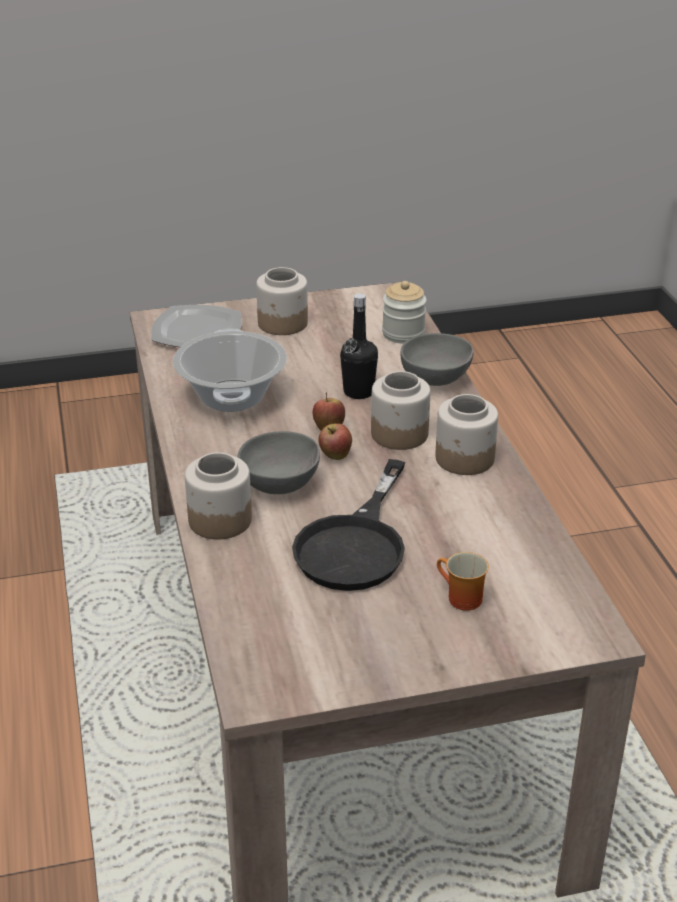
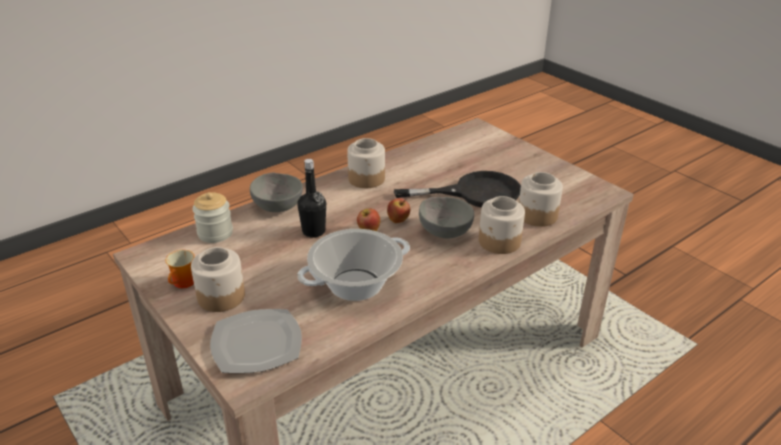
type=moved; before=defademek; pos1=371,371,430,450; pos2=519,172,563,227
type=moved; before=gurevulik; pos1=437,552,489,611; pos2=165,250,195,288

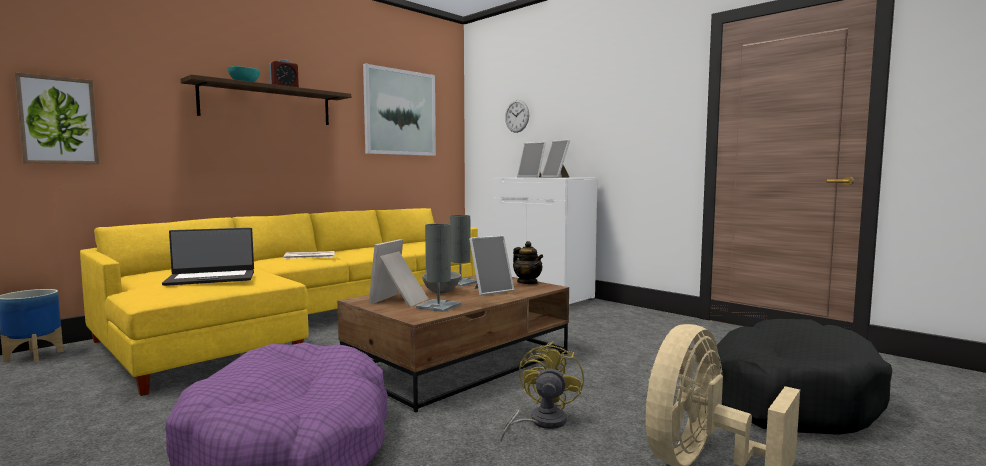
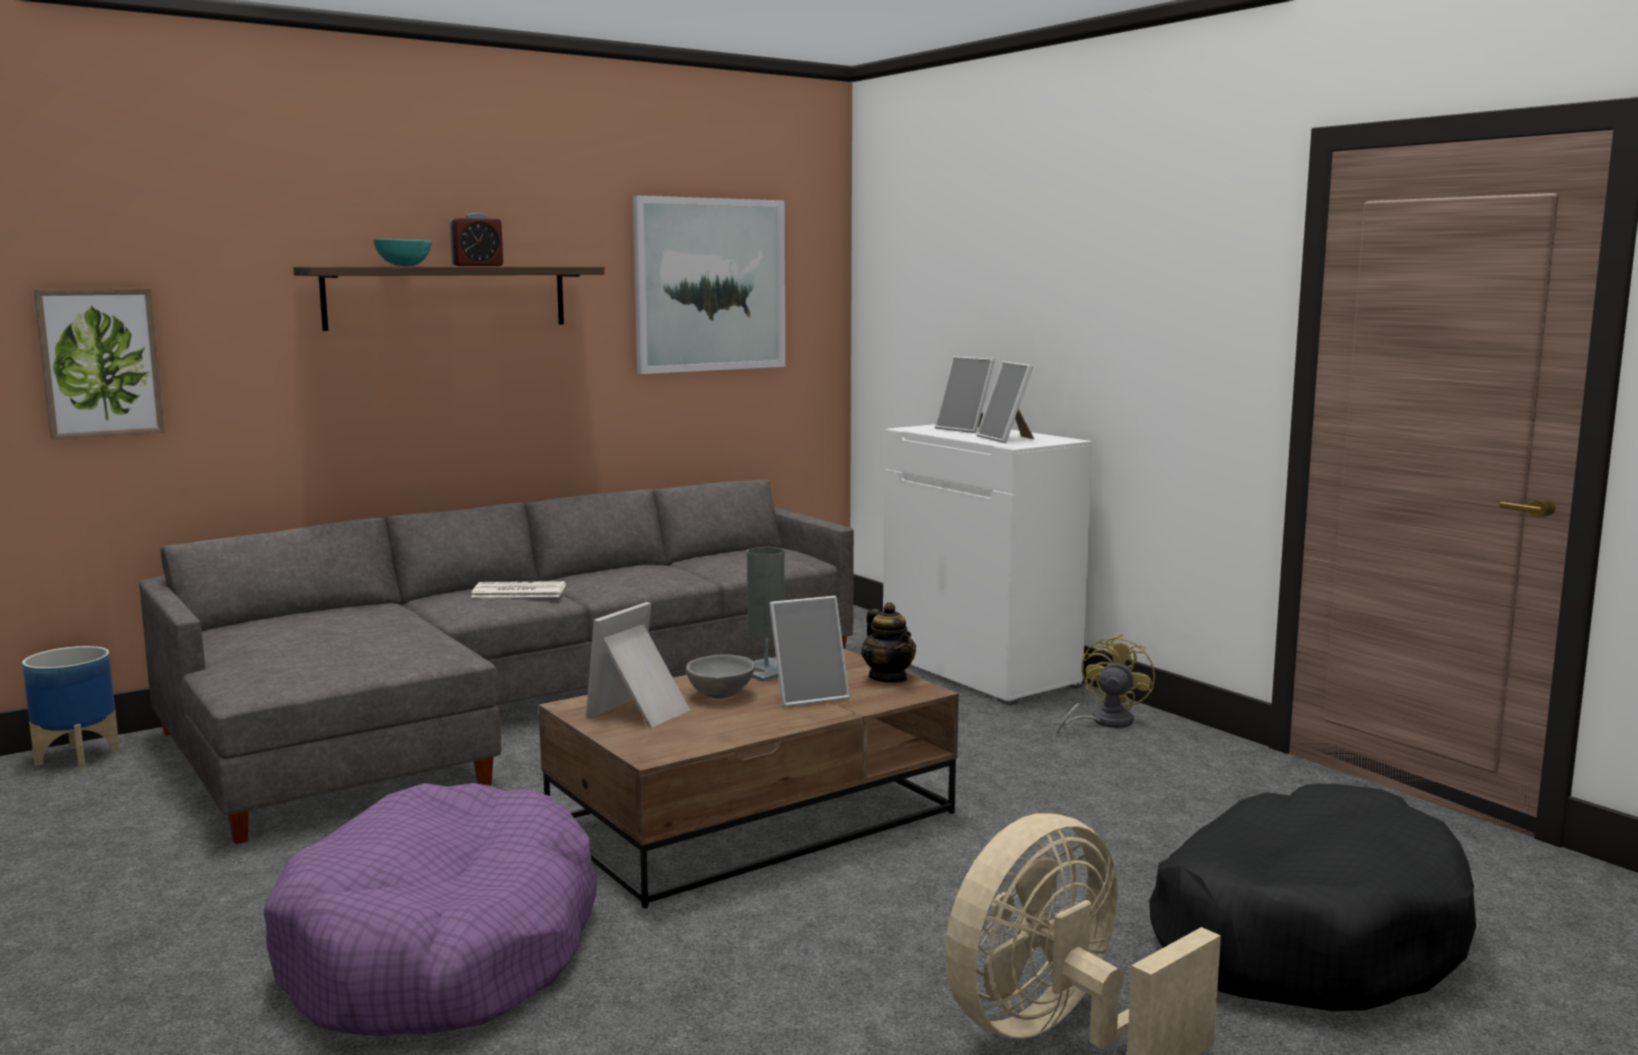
type=removed; before=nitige; pos1=162,228,254,286
type=removed; before=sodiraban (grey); pos1=416,224,461,312
type=removed; before=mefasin; pos1=505,100,529,133
type=moved; before=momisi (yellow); pos1=500,342,584,442; pos2=1058,634,1155,735
type=recoloured; before=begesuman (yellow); after=begesuman (grey); pos1=80,208,478,396; pos2=139,480,854,844

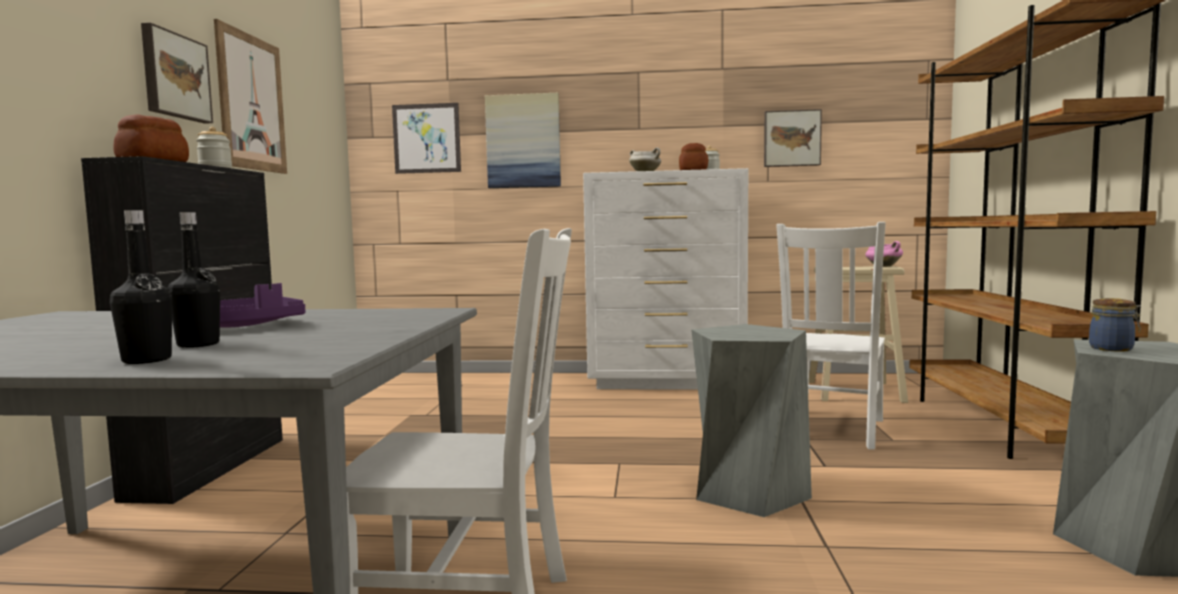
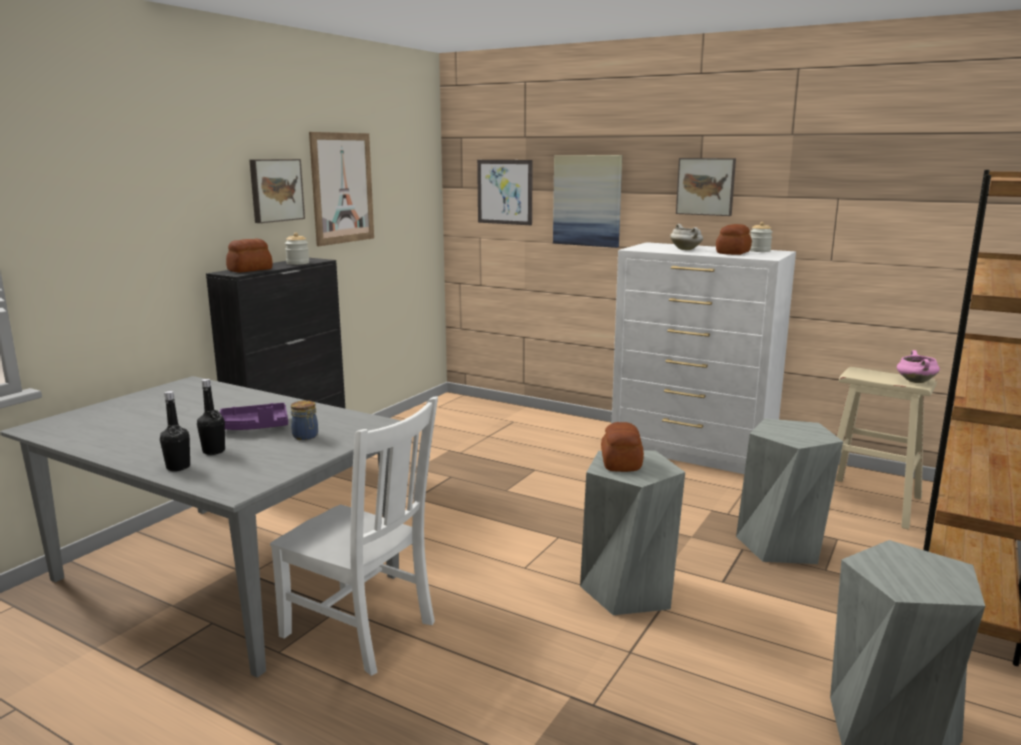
type=added; after=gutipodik; pos2=601,422,644,472
type=moved; before=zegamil; pos1=764,109,822,167; pos2=676,158,736,216
type=moved; before=defademek; pos1=1089,298,1141,352; pos2=291,400,318,440
type=replaced; before=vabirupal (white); after=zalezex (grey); pos1=776,222,886,450; pos2=736,419,843,564

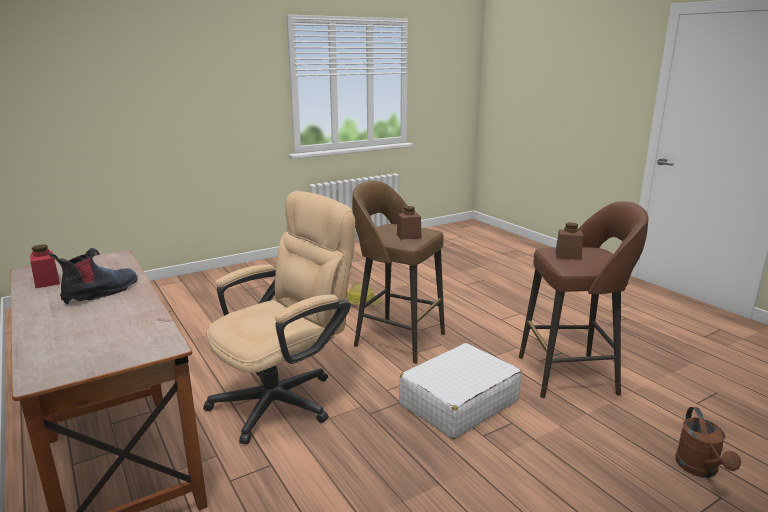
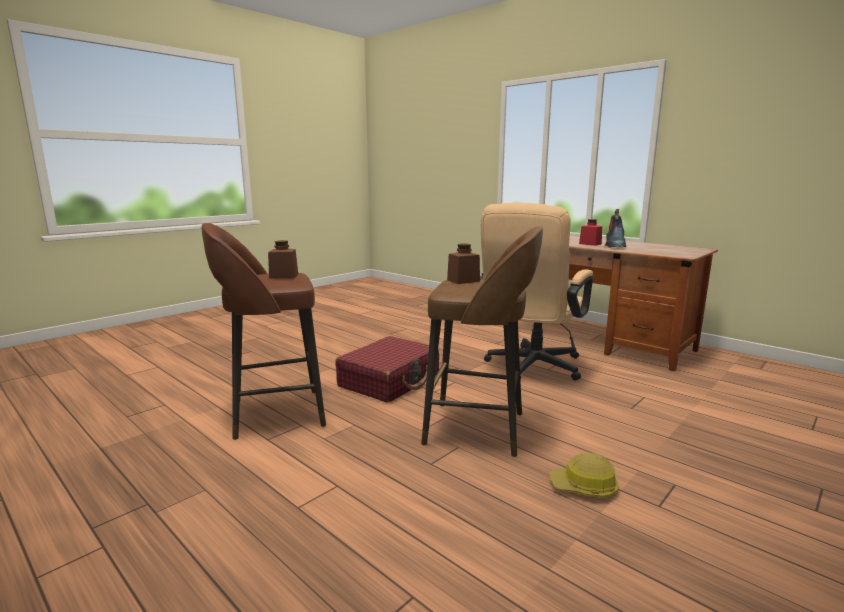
type=removed; before=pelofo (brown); pos1=675,407,741,478
type=moved; before=defademek (red); pos1=30,245,60,289; pos2=579,219,602,246
type=recoloured; before=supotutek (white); after=supotutek (red); pos1=399,343,522,439; pos2=336,336,439,403

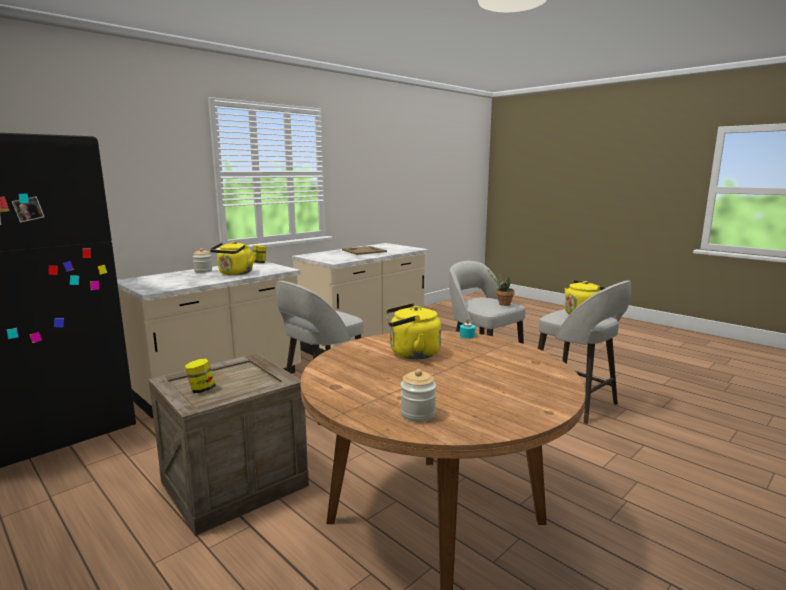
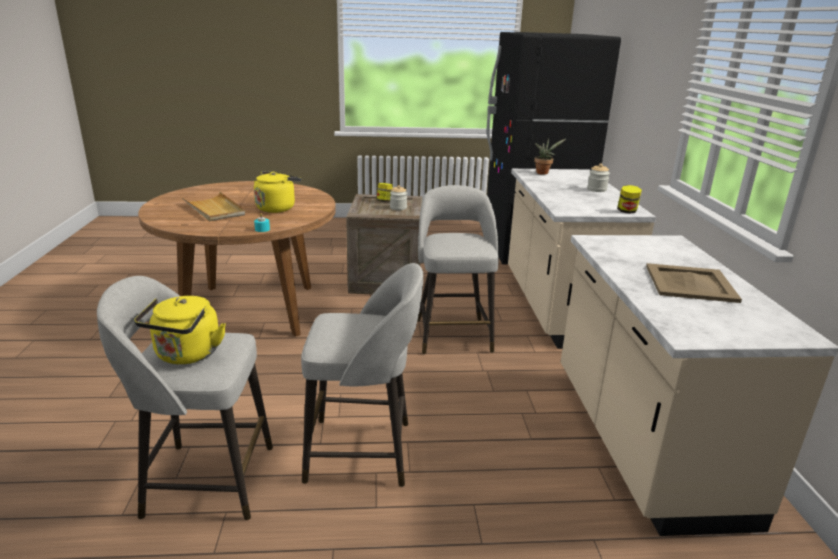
type=removed; before=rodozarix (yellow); pos1=210,241,255,275
type=added; after=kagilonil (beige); pos2=181,192,245,221
type=moved; before=defademek; pos1=400,369,436,422; pos2=390,185,407,210
type=moved; before=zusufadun; pos1=487,269,515,306; pos2=534,138,566,175

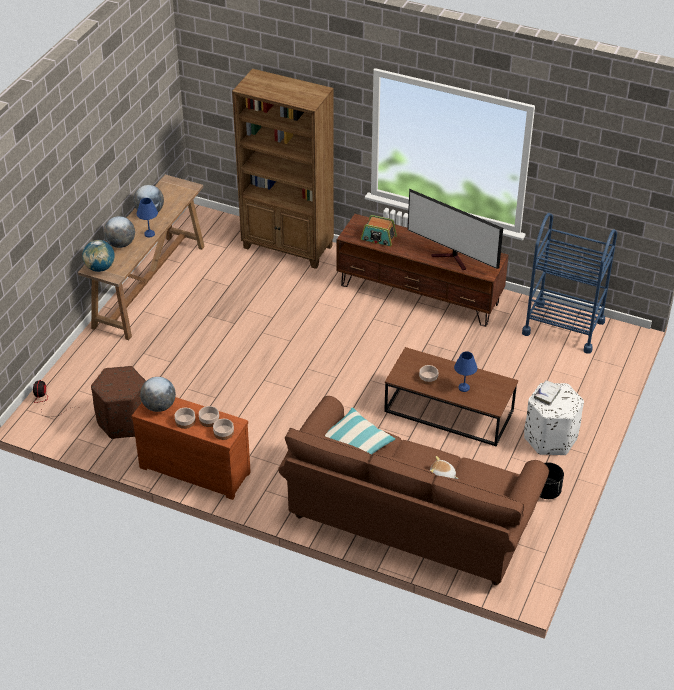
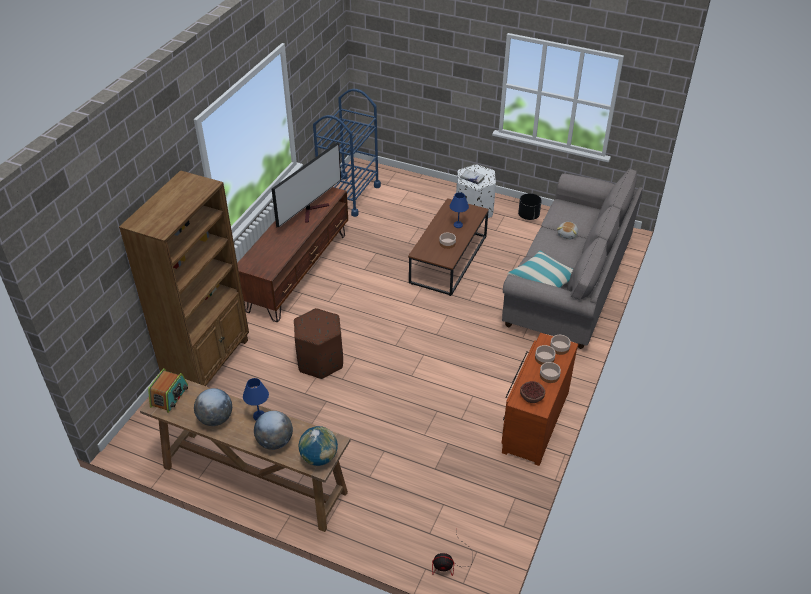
type=moved; before=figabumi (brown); pos1=91,366,146,439; pos2=294,308,343,379
type=moved; before=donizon; pos1=361,215,397,246; pos2=148,369,188,413
type=replaced; before=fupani; after=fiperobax; pos1=140,377,176,412; pos2=520,381,545,403
type=recoloured; before=begesuman (brown); after=begesuman (grey); pos1=278,396,549,585; pos2=502,169,643,349

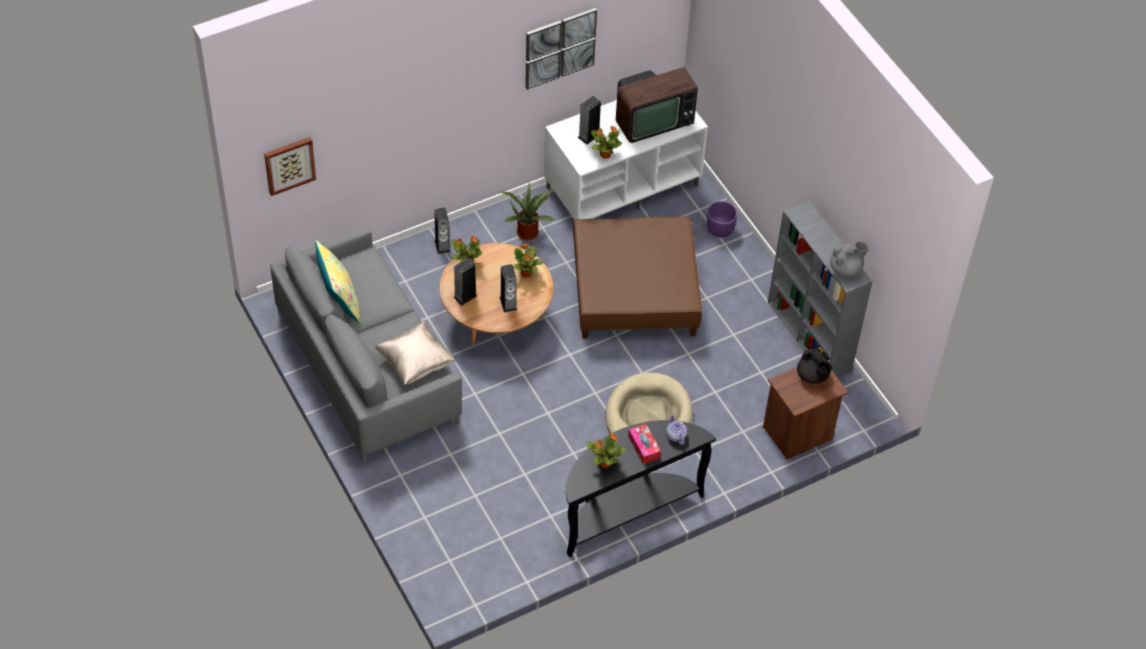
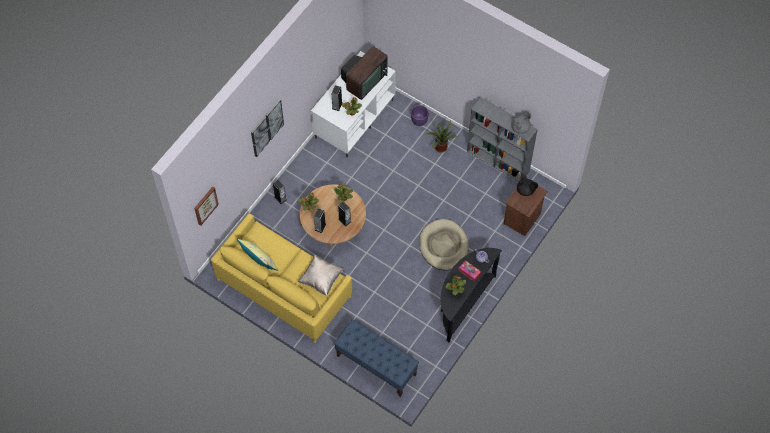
type=removed; before=figabumi (brown); pos1=573,217,702,339
type=added; after=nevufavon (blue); pos2=334,319,419,397
type=moved; before=zusufadun; pos1=499,183,555,241; pos2=425,120,457,153
type=moved; before=zegamil; pos1=525,8,597,90; pos2=251,99,284,157
type=recoloured; before=begesuman (grey); after=begesuman (yellow); pos1=270,227,462,464; pos2=211,214,352,343

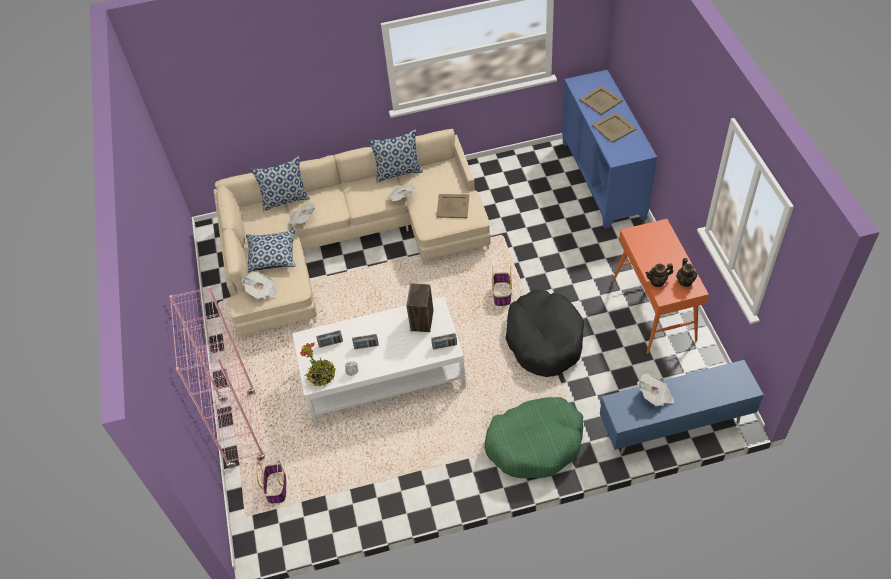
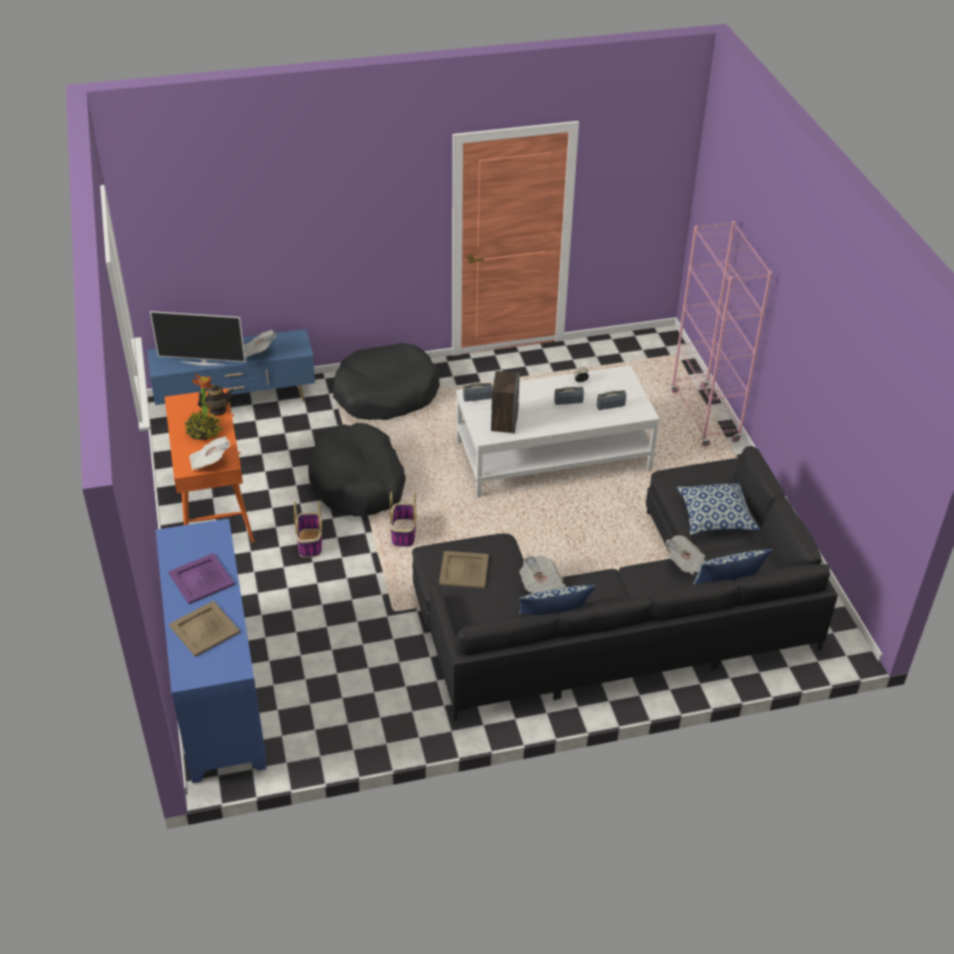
type=removed; before=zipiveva; pos1=676,258,697,287
type=added; after=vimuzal; pos2=150,311,246,366
type=moved; before=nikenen; pos1=242,272,278,299; pos2=189,436,230,470
type=moved; before=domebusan; pos1=256,461,286,504; pos2=294,500,322,558
type=moved; before=zusufadun; pos1=300,342,335,387; pos2=185,374,223,440
type=recoloured; before=begesuman (beige); after=begesuman (black); pos1=214,129,491,341; pos2=412,446,838,720
type=recoloured; before=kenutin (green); after=kenutin (black); pos1=484,397,583,478; pos2=333,343,440,420
type=recoloured; before=kagilonil (beige); after=kagilonil (purple); pos1=592,112,636,143; pos2=168,553,235,604

